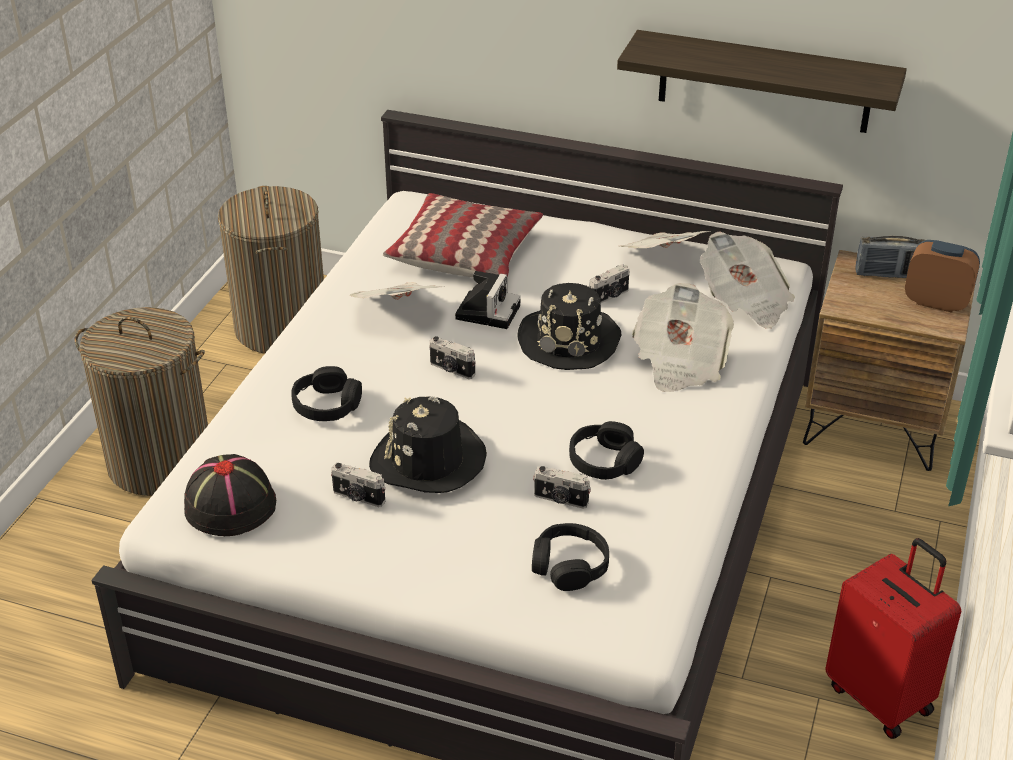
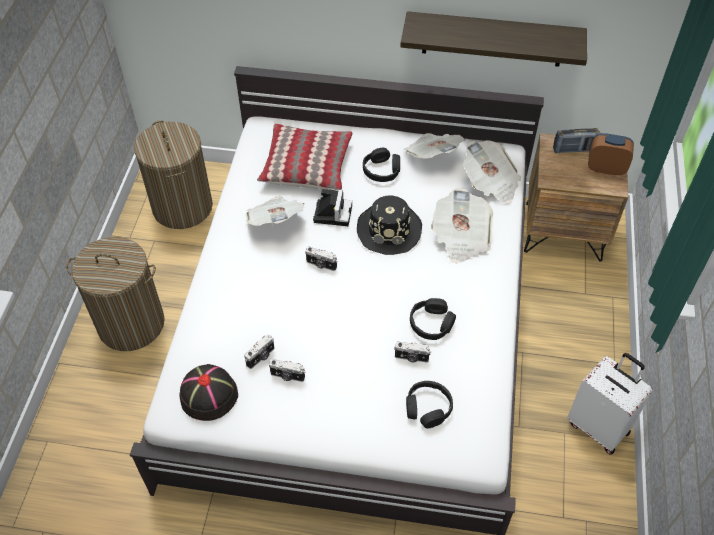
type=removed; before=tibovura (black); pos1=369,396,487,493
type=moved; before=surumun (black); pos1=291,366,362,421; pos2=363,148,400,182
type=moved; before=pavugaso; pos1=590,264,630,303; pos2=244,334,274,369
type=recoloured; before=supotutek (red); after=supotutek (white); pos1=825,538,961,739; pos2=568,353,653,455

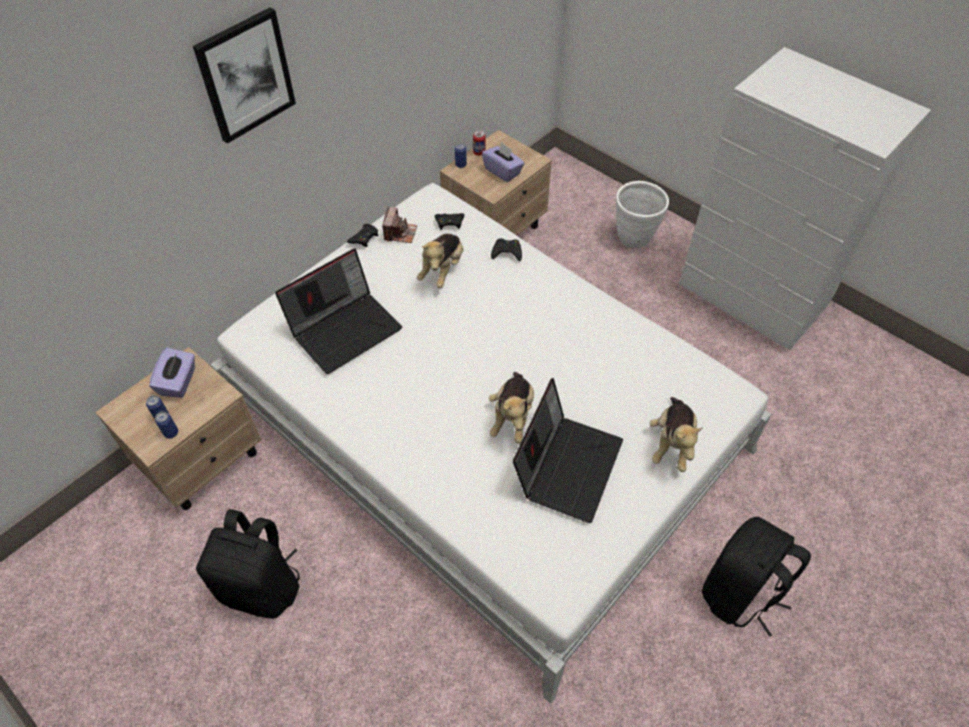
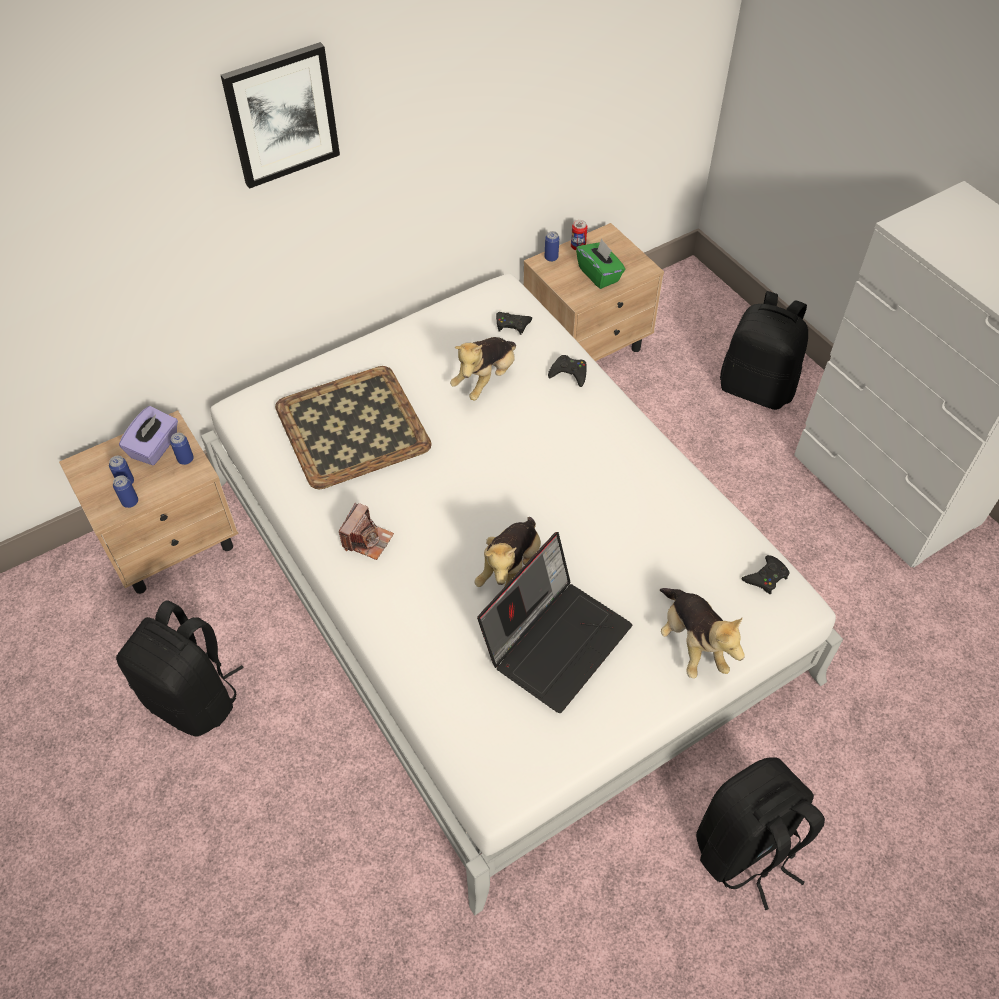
type=added; after=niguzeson; pos2=170,433,194,465
type=moved; before=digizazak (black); pos1=347,224,379,247; pos2=742,555,790,594
type=moved; before=pavugaso; pos1=382,207,417,243; pos2=339,503,394,560
type=replaced; before=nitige; after=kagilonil; pos1=275,249,402,374; pos2=275,366,432,489
type=replaced; before=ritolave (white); after=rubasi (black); pos1=616,181,669,248; pos2=720,291,808,410
type=recoloured; before=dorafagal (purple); after=dorafagal (green); pos1=482,142,525,182; pos2=576,238,626,289
type=turned; before=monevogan; pos1=650,397,703,472; pos2=660,588,745,679; turn=-45

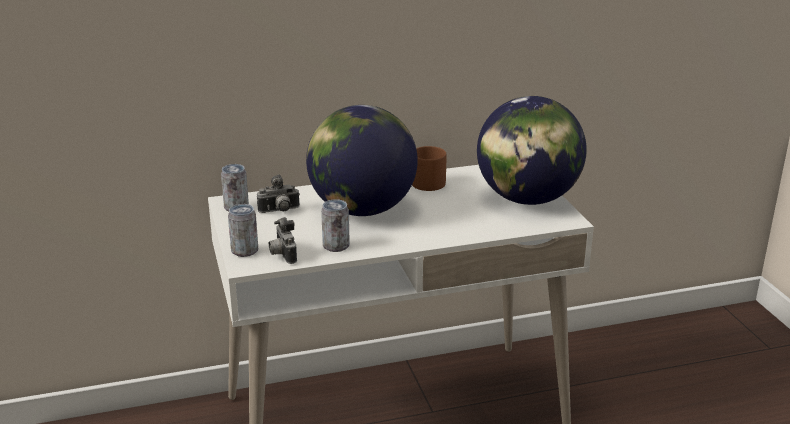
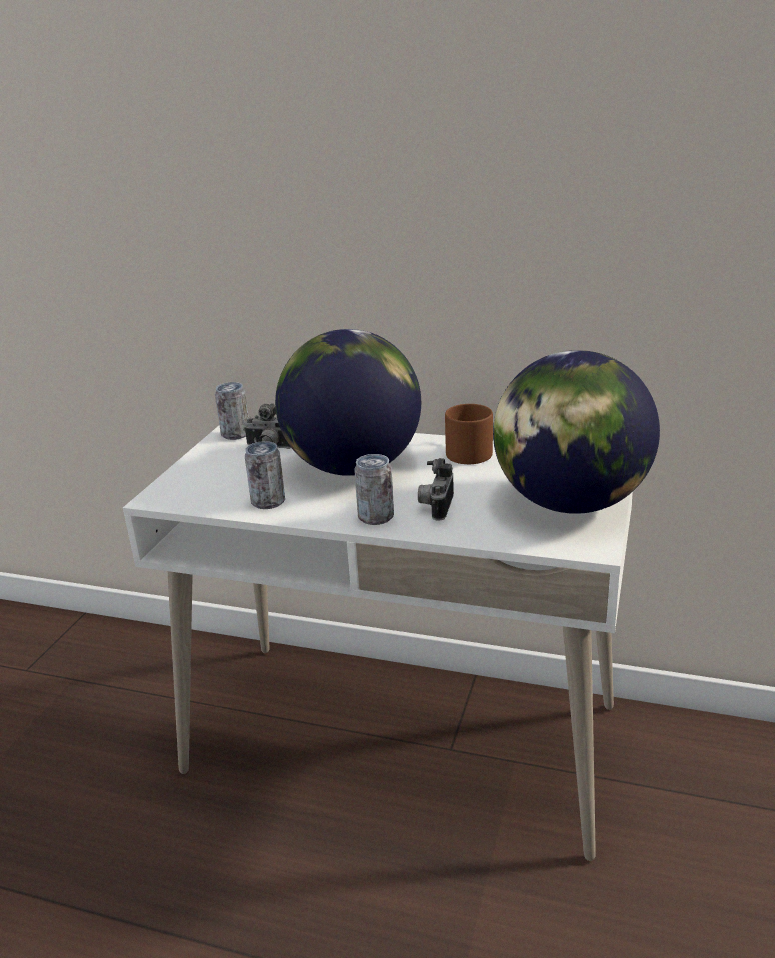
type=moved; before=niguzeson; pos1=228,204,258,257; pos2=354,454,394,525
type=moved; before=pavugaso; pos1=269,217,297,264; pos2=418,458,454,521

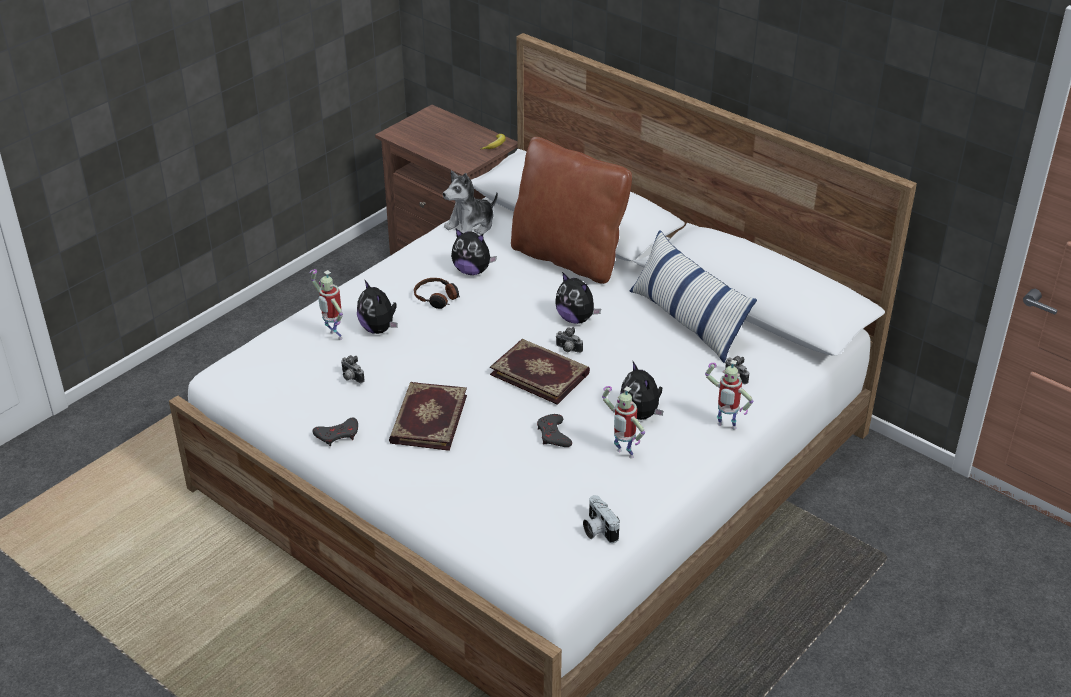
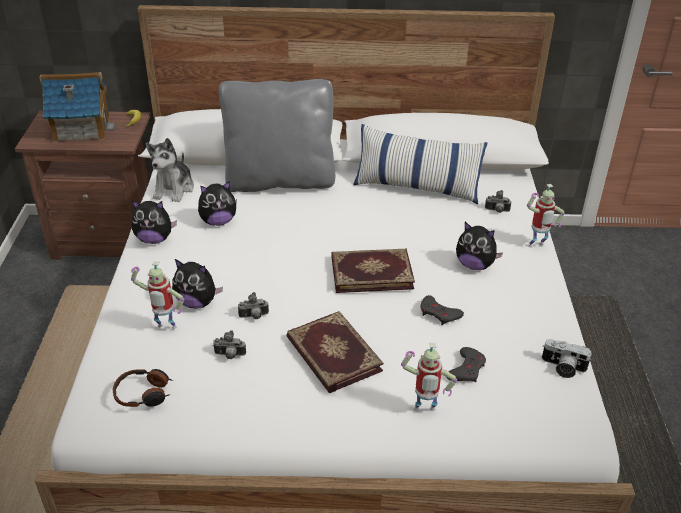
type=added; after=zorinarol; pos2=39,72,115,143
type=moved; before=digizazak (grey); pos1=312,418,358,446; pos2=446,347,486,382
type=moved; before=surumun; pos1=414,278,460,309; pos2=113,369,173,407
type=moved; before=monevogan; pos1=555,272,601,324; pos2=132,200,177,244
type=moved; before=pavugaso; pos1=555,327,583,353; pos2=238,292,269,319
type=moved; before=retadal; pos1=602,386,645,459; pos2=401,343,457,411
type=recoloured; before=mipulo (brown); after=mipulo (grey); pos1=511,137,632,284; pos2=219,79,335,192

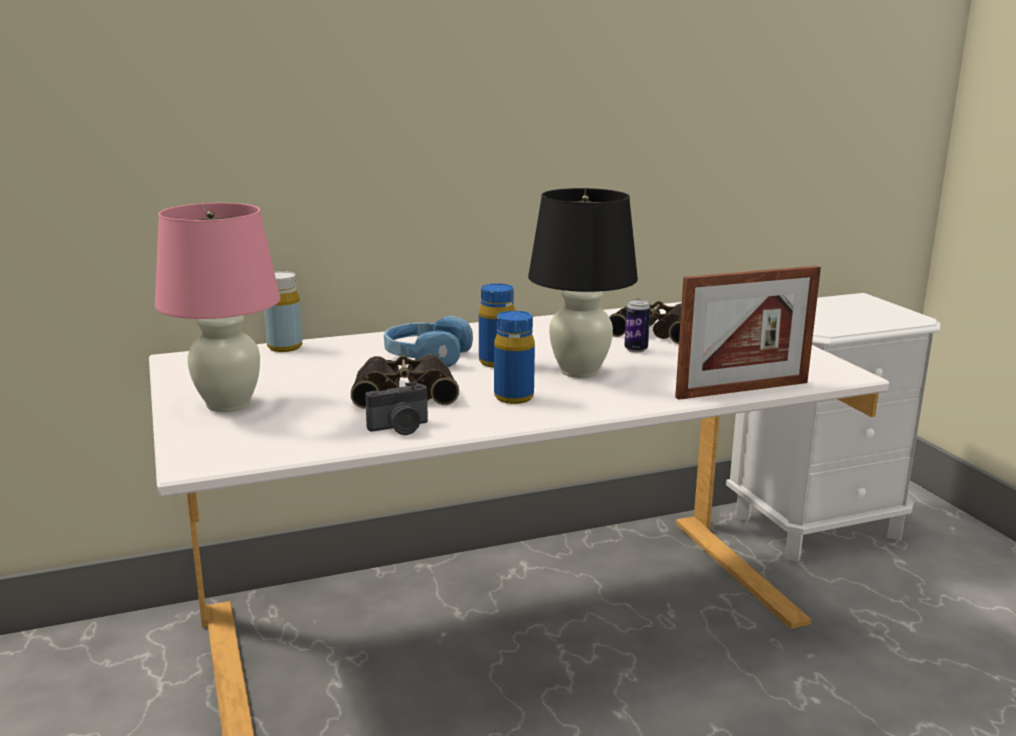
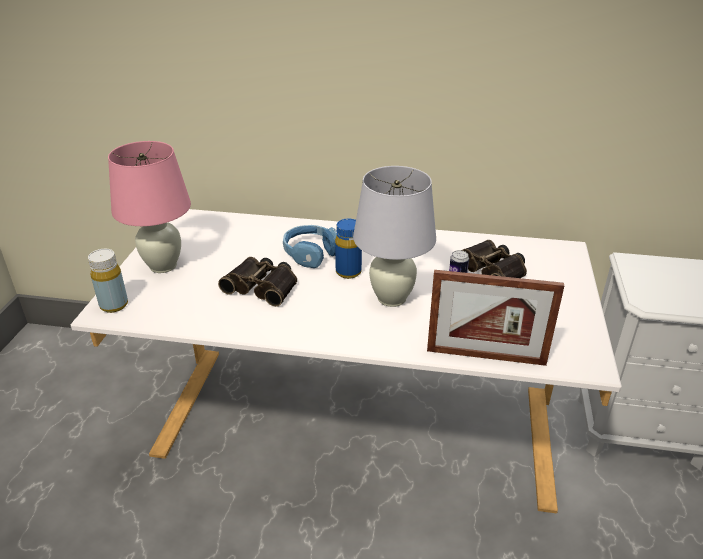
type=removed; before=pavugaso; pos1=365,382,428,435
type=removed; before=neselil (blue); pos1=494,311,535,404
type=moved; before=neselil (yellow); pos1=264,271,302,352; pos2=88,249,128,313
type=recoloured; before=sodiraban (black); after=sodiraban (white); pos1=528,188,638,378; pos2=353,166,436,307

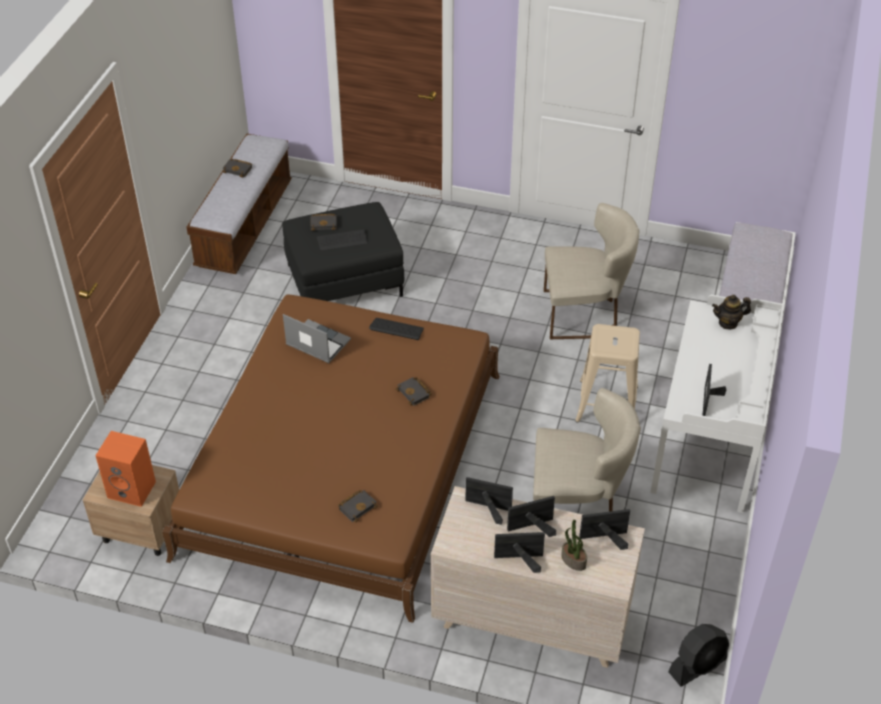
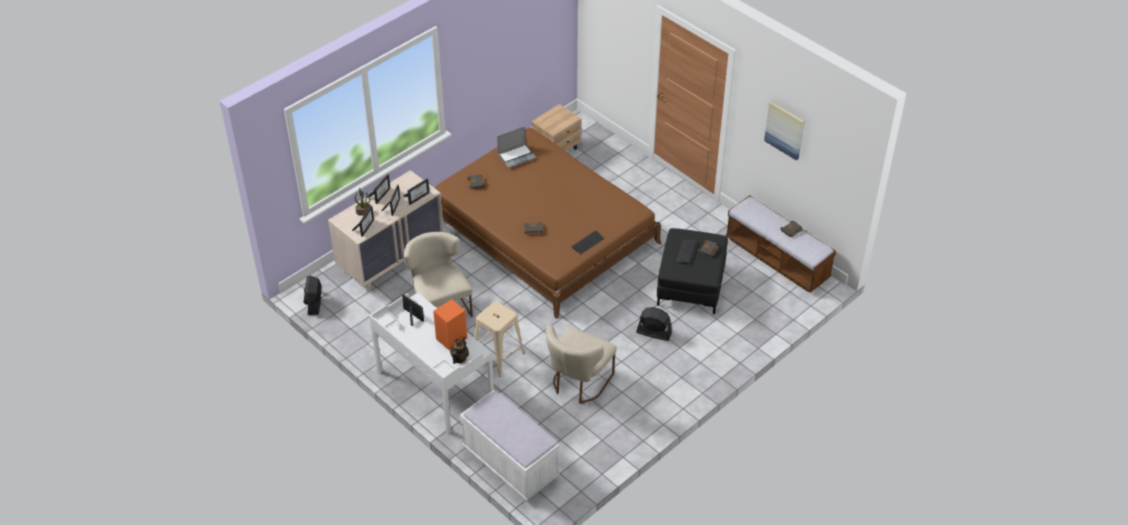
type=added; after=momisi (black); pos2=637,307,672,341
type=added; after=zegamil; pos2=764,101,804,161
type=moved; before=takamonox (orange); pos1=95,431,156,507; pos2=433,299,467,351
type=moved; before=nitige; pos1=283,314,351,363; pos2=497,126,536,168
type=turned; before=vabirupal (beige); pos1=533,388,641,512; pos2=403,232,473,317; turn=120

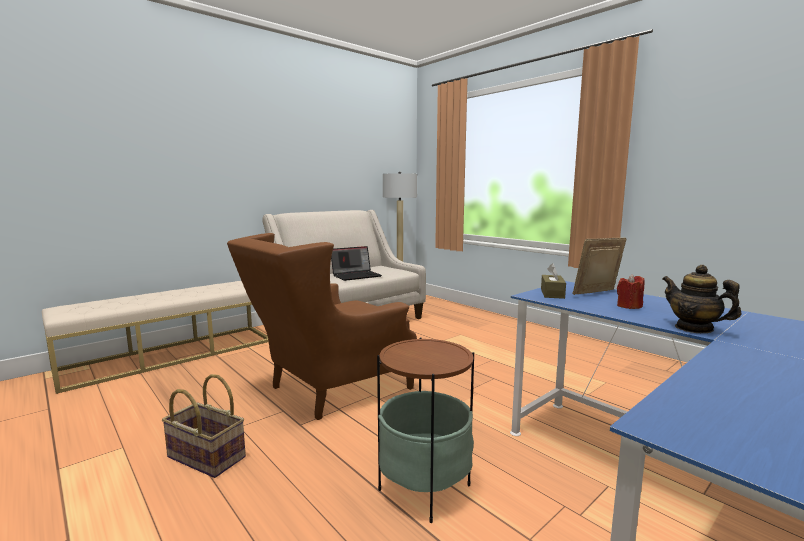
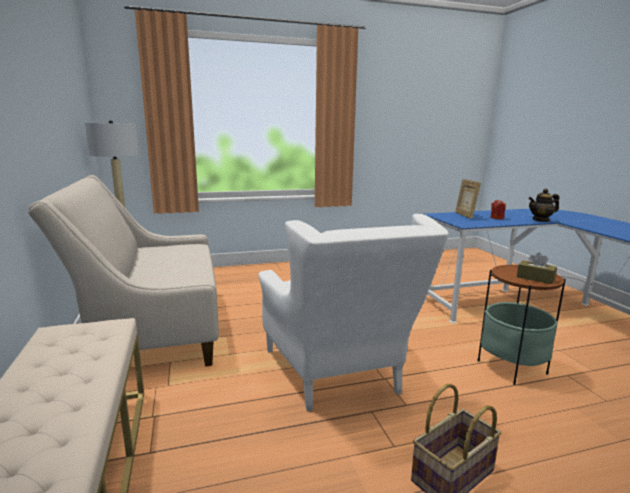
type=removed; before=nitige; pos1=331,246,382,281
type=moved; before=dorafagal (brown); pos1=541,263,566,299; pos2=517,252,557,284
type=recoloured; before=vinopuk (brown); after=vinopuk (white); pos1=227,233,417,420; pos2=258,214,449,411

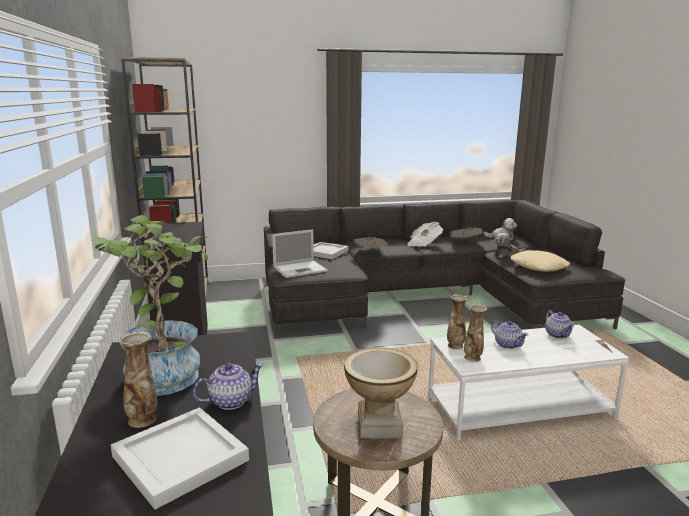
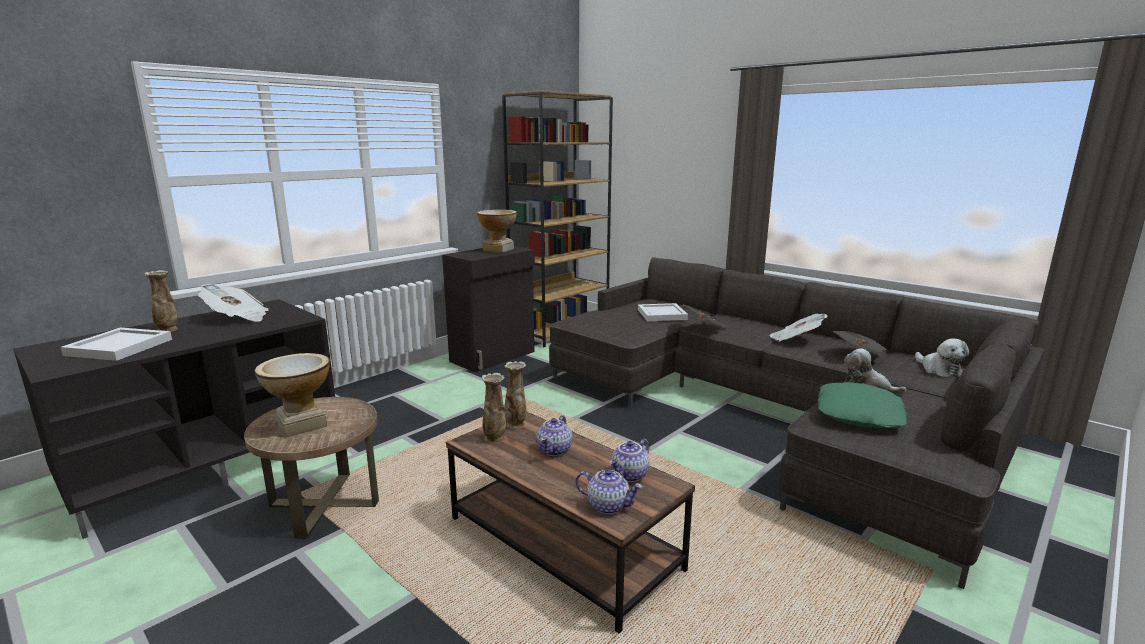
type=removed; before=nitige; pos1=272,229,327,278
type=added; after=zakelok; pos2=477,209,517,253
type=moved; before=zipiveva; pos1=193,363,263,410; pos2=576,469,643,514
type=replaced; before=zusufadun; after=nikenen; pos1=91,215,208,396; pos2=198,284,268,322
type=recoloured; before=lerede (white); after=lerede (brown); pos1=428,325,630,440; pos2=446,412,695,633
type=recoloured; before=mipulo (beige); after=mipulo (green); pos1=511,250,570,272; pos2=818,382,907,428

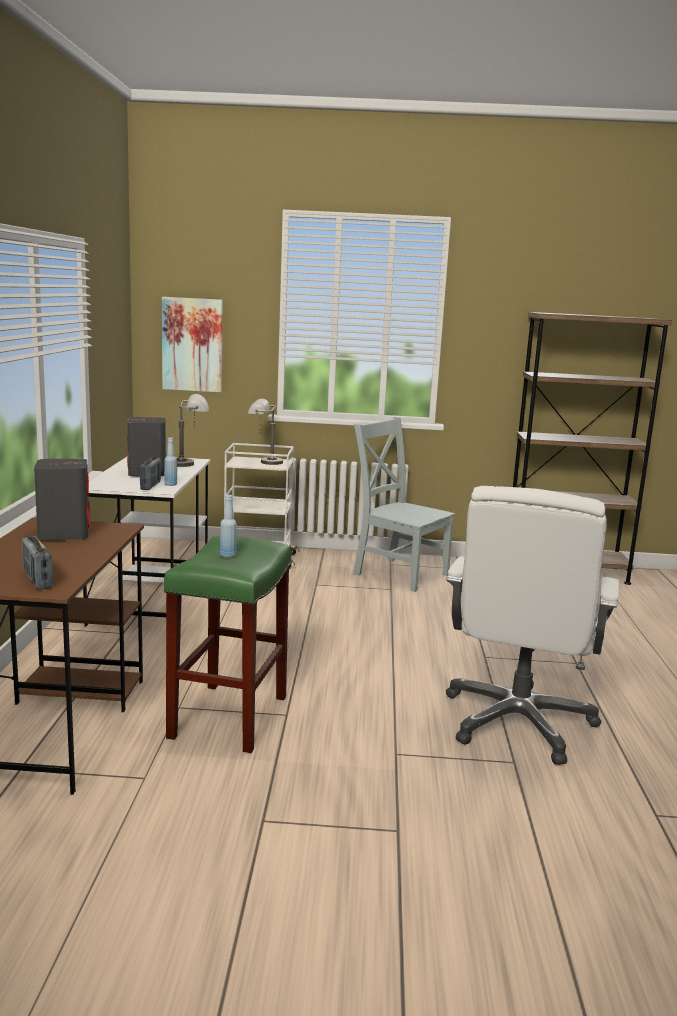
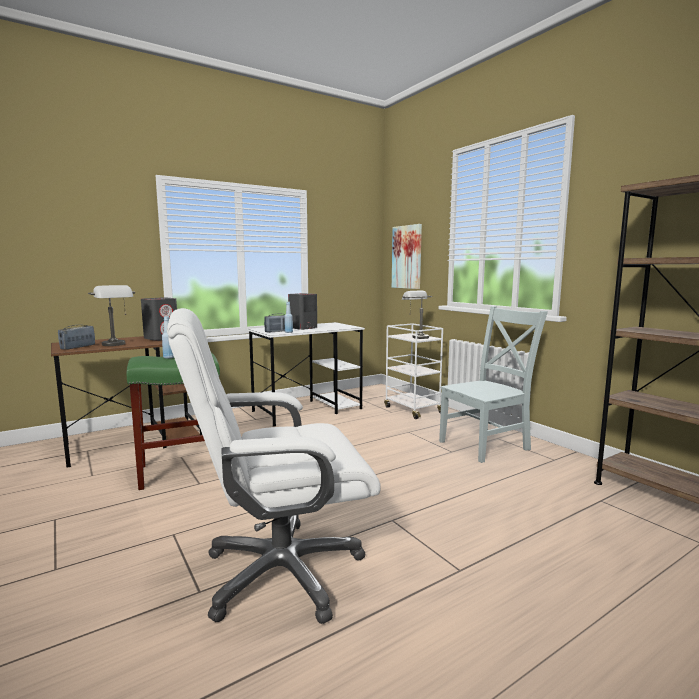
type=moved; before=sodiraban (grey); pos1=176,394,209,467; pos2=88,285,135,346
type=turned; before=vabirupal (grey); pos1=353,417,456,592; pos2=439,306,548,463; turn=60

